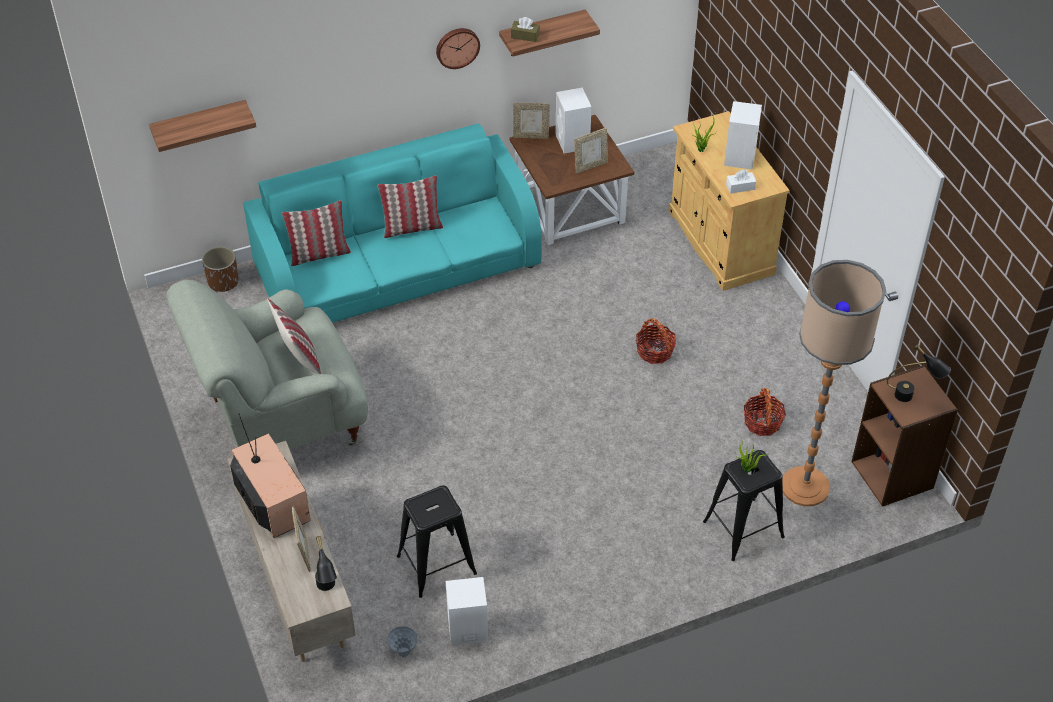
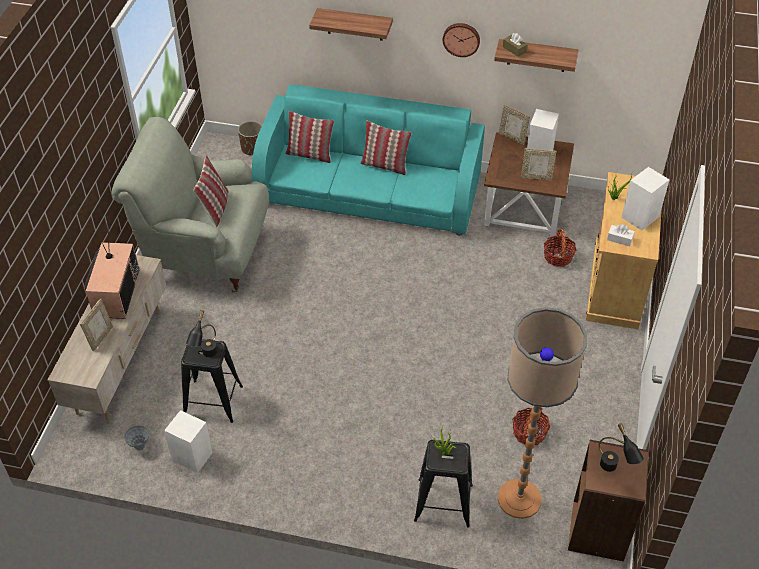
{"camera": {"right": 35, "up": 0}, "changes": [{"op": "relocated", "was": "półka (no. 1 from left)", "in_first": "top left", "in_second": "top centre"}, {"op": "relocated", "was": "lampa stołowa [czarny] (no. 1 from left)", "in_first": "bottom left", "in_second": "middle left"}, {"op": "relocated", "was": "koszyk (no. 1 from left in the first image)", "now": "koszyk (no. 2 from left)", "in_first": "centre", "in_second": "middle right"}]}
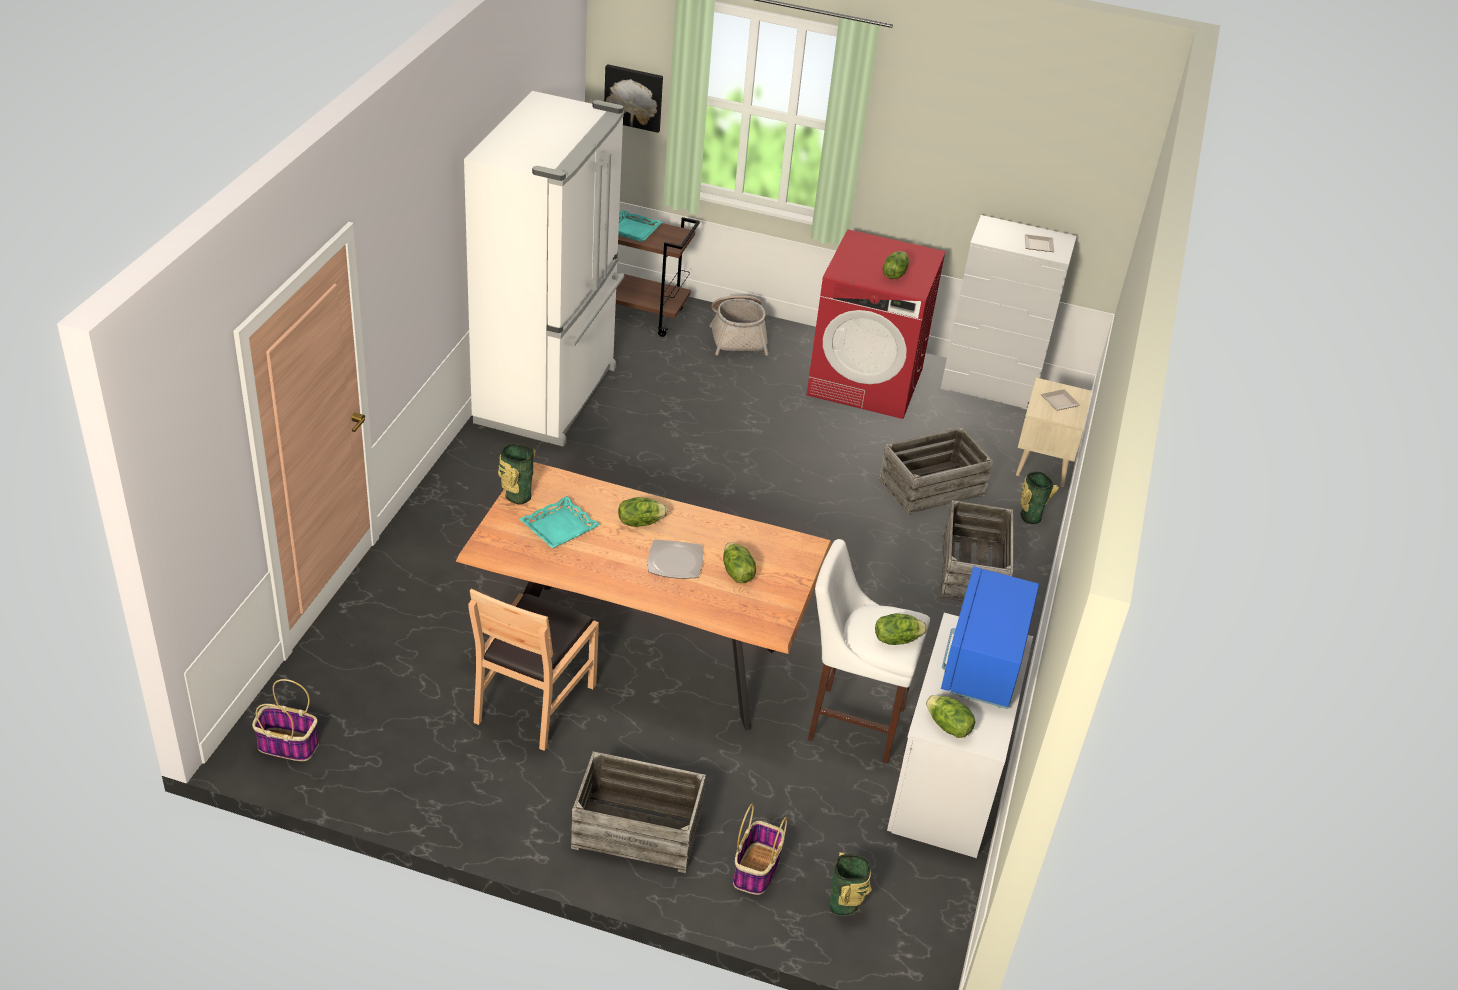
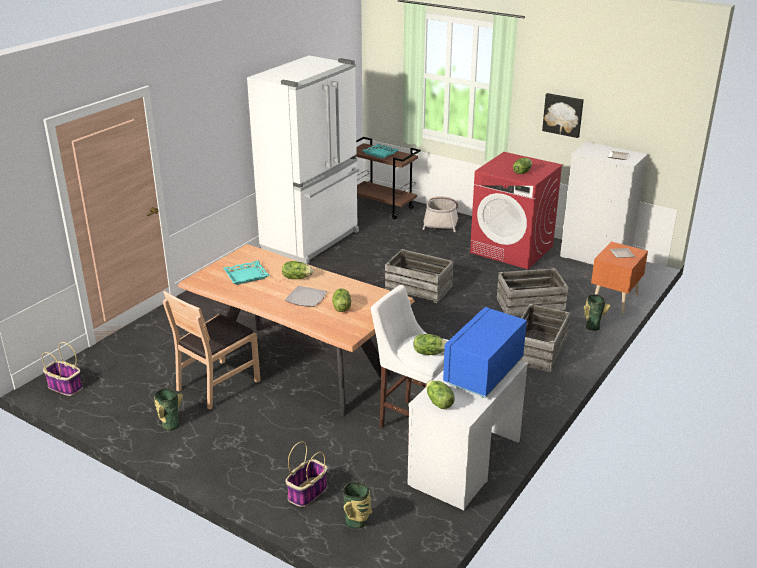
{"camera": {"right": 20, "up": -10}, "changes": [{"op": "relocated", "was": "wazon (no. 1 from left)", "in_first": "centre", "in_second": "bottom left"}, {"op": "relocated", "was": "skrzynka (no. 1 from left)", "in_first": "bottom centre", "in_second": "centre"}, {"op": "relocated", "was": "obraz", "in_first": "top centre", "in_second": "top right"}, {"op": "colour", "was": "szafka nocna [beżowy]", "now": "szafka nocna [pomarańczowy]", "in_first": "middle right", "in_second": "middle right"}]}
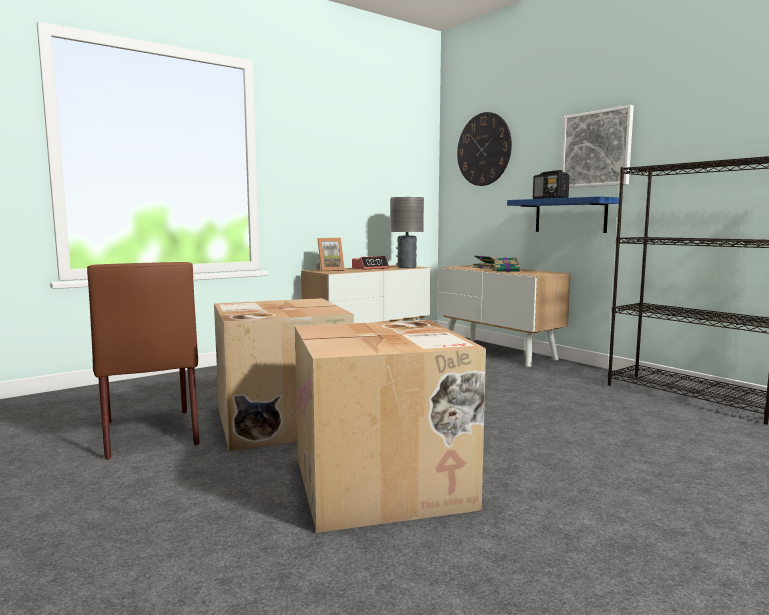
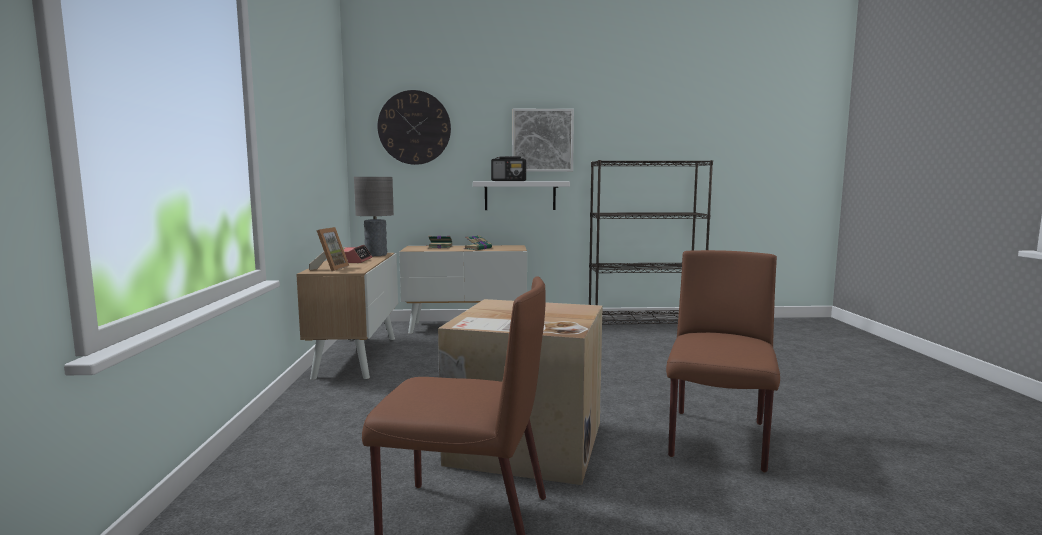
{"camera": {"right": -55, "up": 0}, "changes": [{"op": "exchanged", "was": "karton (no. 2 from left)", "now": "krzesło [brązowy] (no. 2 from left)", "in_first": "bottom centre", "in_second": "bottom right"}, {"op": "colour", "was": "półka [niebieski]", "now": "półka [biały]", "in_first": "middle right", "in_second": "centre"}]}
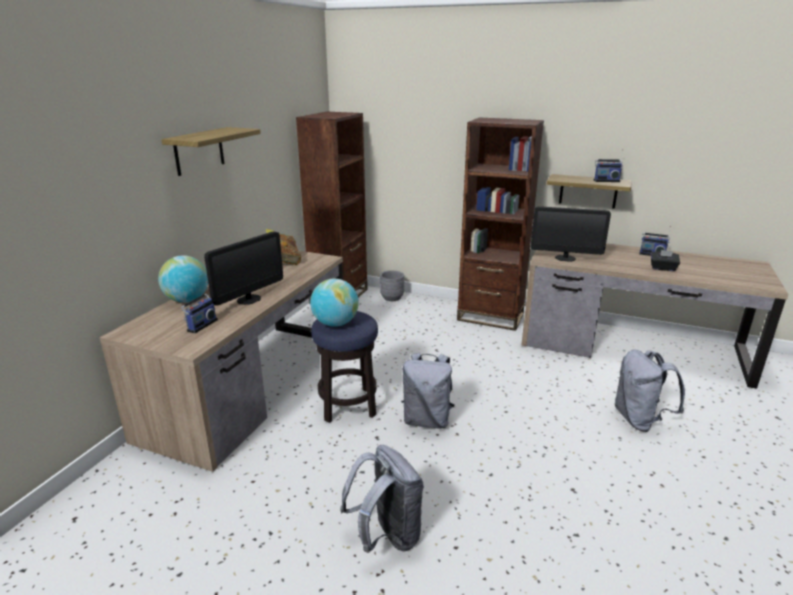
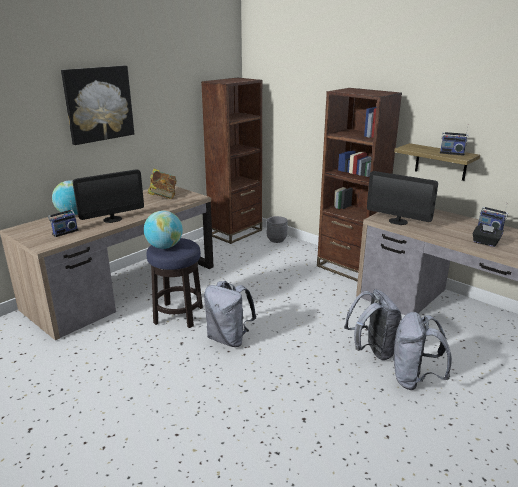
{"camera": {"right": 20, "up": 0}, "changes": [{"op": "relocated", "was": "plecak [szary] (no. 1 from left in the first image)", "now": "plecak [szary] (no. 2 from left)", "in_first": "bottom centre", "in_second": "middle right"}, {"op": "exchanged", "was": "półka (no. 1 from left)", "now": "obraz", "in_first": "top left", "in_second": "top left"}]}
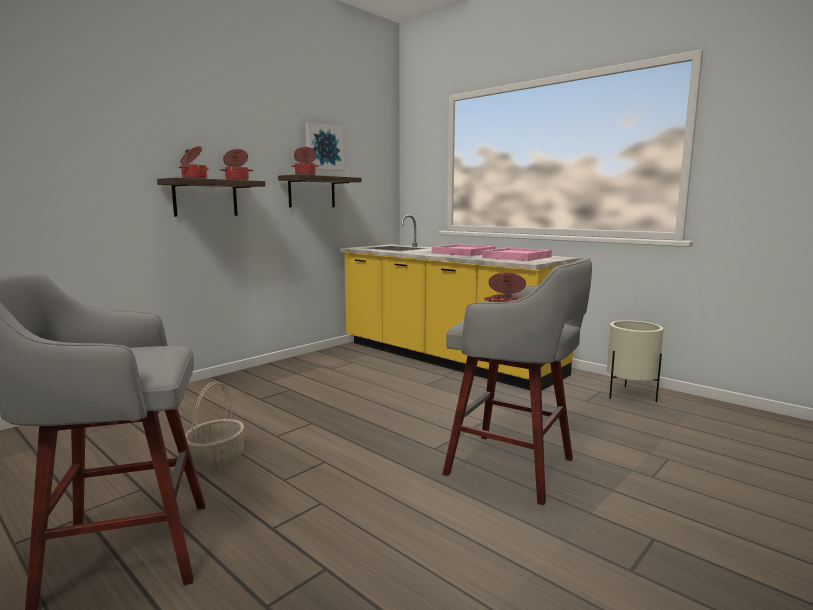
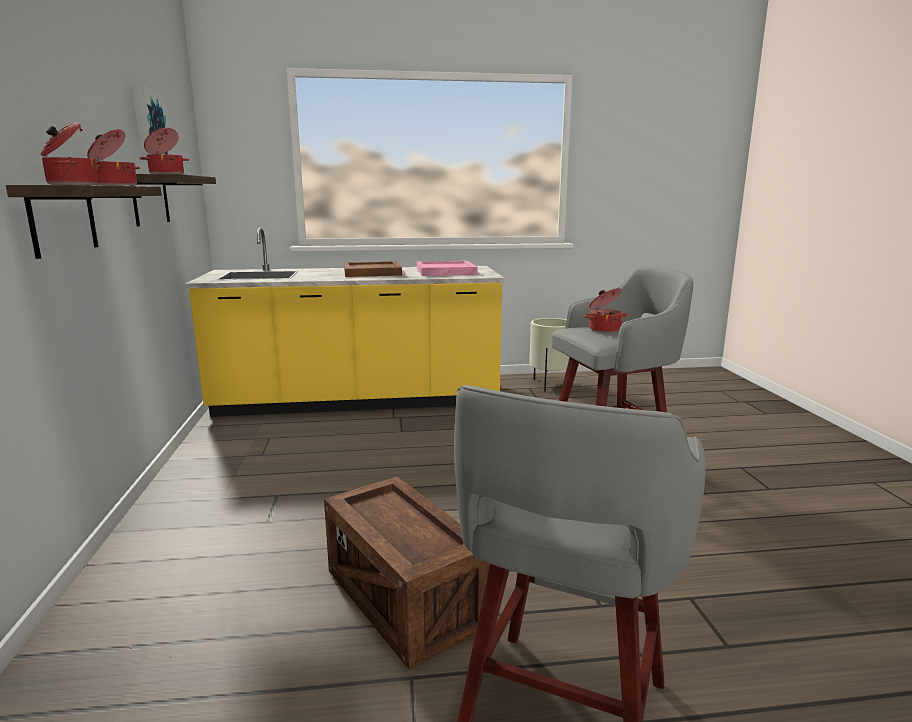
{"camera": {"right": -50, "up": 5}, "changes": [{"op": "exchanged", "was": "koszyk", "now": "skrzynka", "in_first": "bottom left", "in_second": "bottom centre"}, {"op": "colour", "was": "taca [różowy] (no. 1 from left)", "now": "taca [brązowy]", "in_first": "centre", "in_second": "centre"}]}
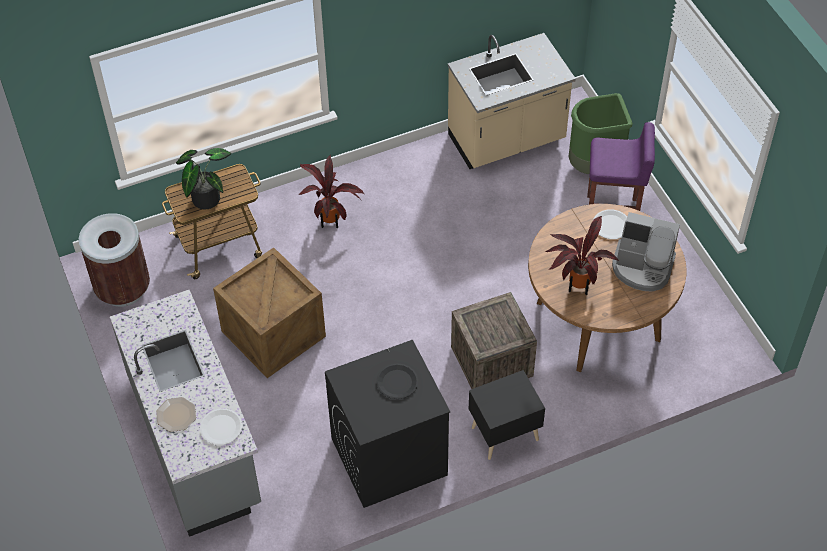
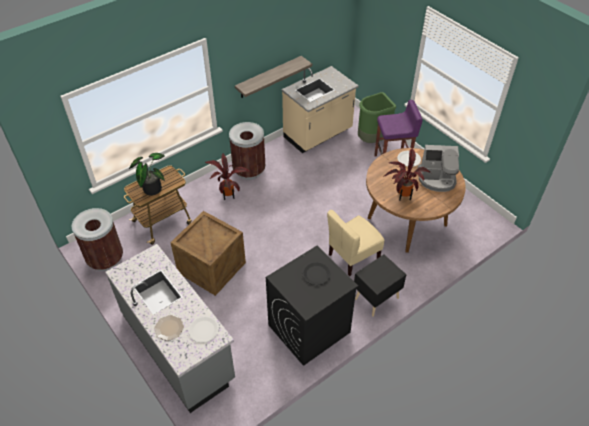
{"camera": {"right": -15, "up": -5}, "changes": [{"op": "appeared", "now": "kosz na śmieci [brązowy] (no. 2 from left)", "in_second": "centre"}, {"op": "appeared", "now": "półka", "in_second": "top centre"}, {"op": "exchanged", "was": "skrzynka (no. 2 from left)", "now": "krzesło [beżowy]", "in_first": "centre", "in_second": "centre"}]}
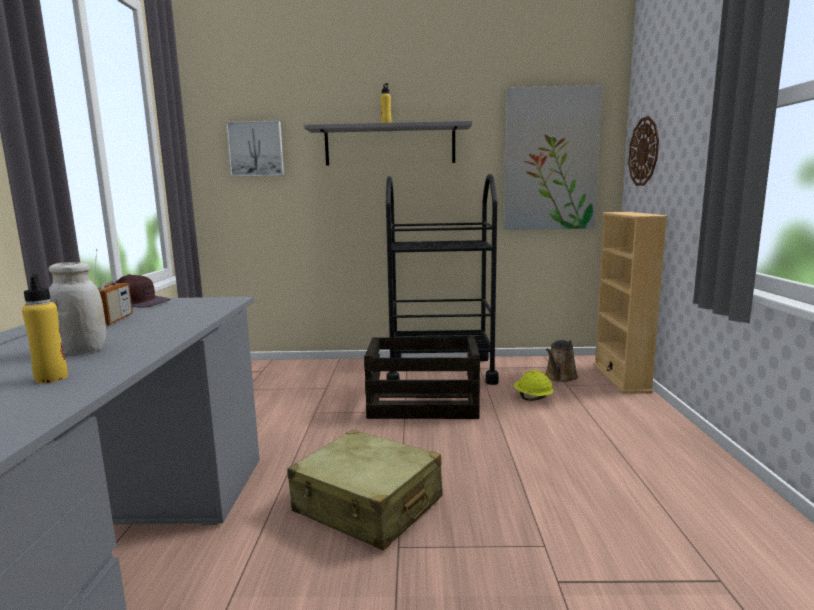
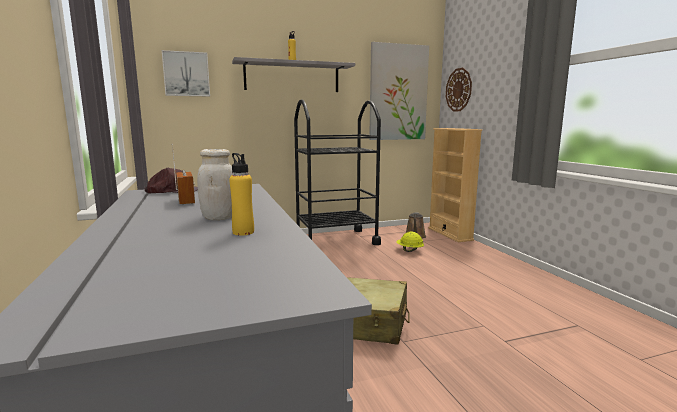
{"camera": {"right": -20, "up": 0}, "changes": [{"op": "missing", "was": "skrzynka", "in_first": "centre"}]}
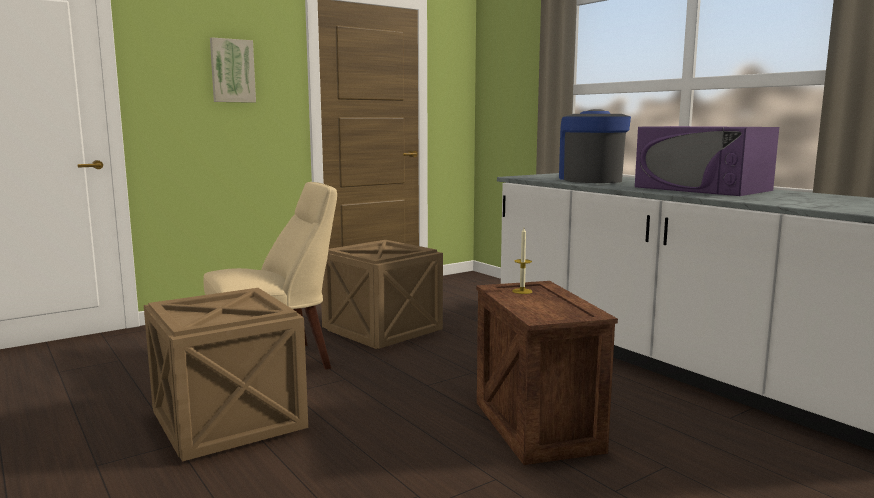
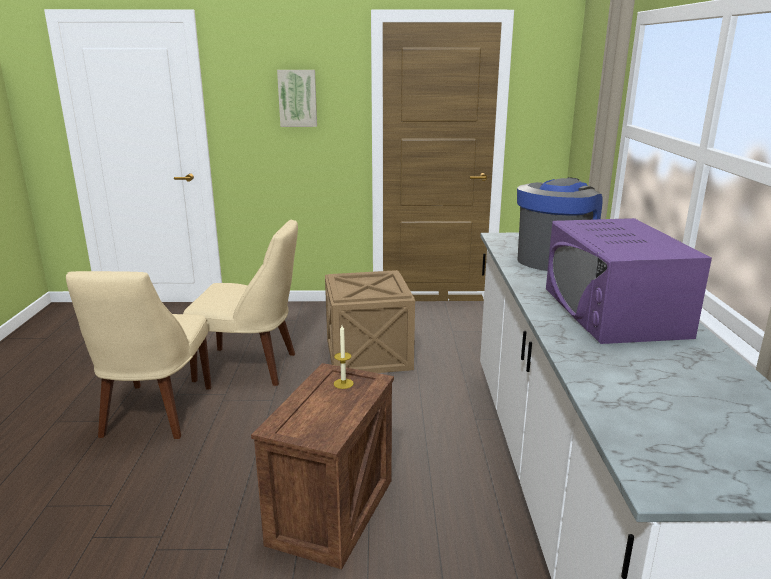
{"camera": {"right": 35, "up": 10}, "changes": [{"op": "exchanged", "was": "skrzynka (no. 1 from left)", "now": "krzesło [beżowy] (no. 1 from left)", "in_first": "bottom left", "in_second": "middle left"}]}
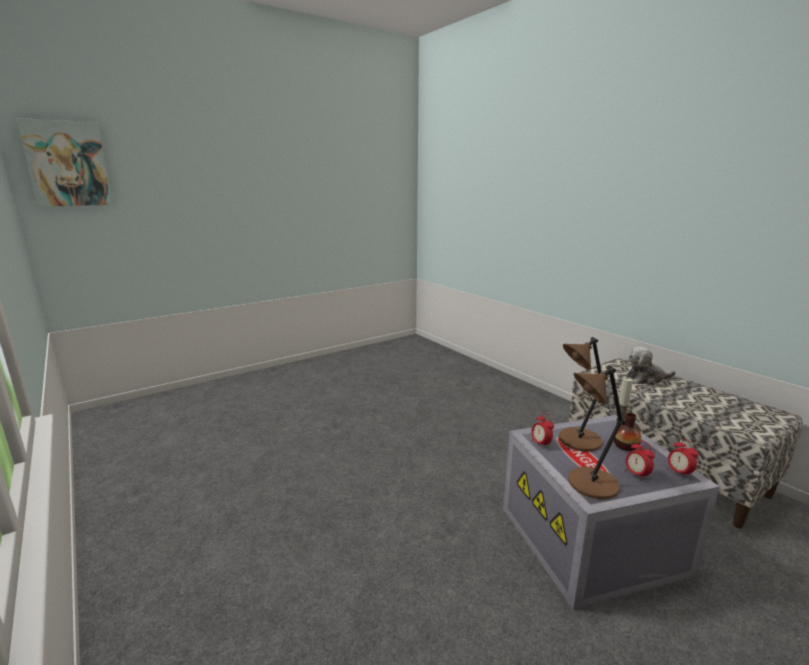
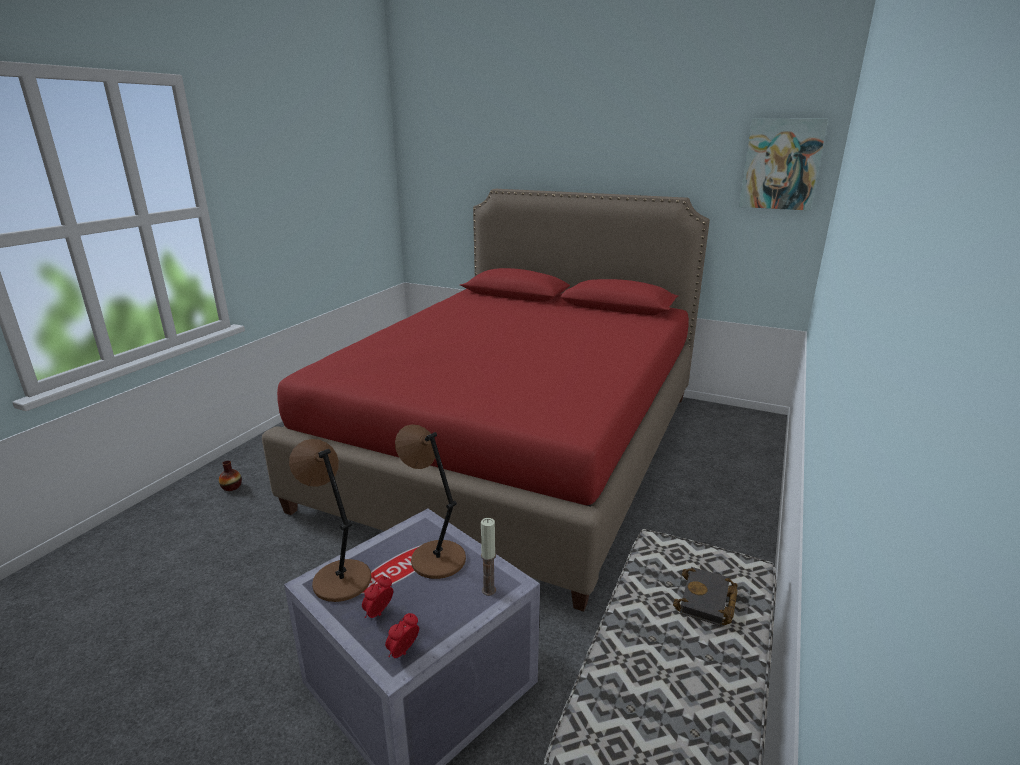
{"camera": {"right": 60, "up": 5}, "changes": [{"op": "missing", "was": "budzik (no. 1 from left)", "in_first": "middle right"}, {"op": "appeared", "now": "łóżko [czerwony]", "in_second": "centre"}, {"op": "relocated", "was": "obraz", "in_first": "top left", "in_second": "top right"}, {"op": "relocated", "was": "wazon", "in_first": "middle right", "in_second": "middle left"}, {"op": "exchanged", "was": "pluszak", "now": "książka [czarny]", "in_first": "middle right", "in_second": "bottom right"}]}
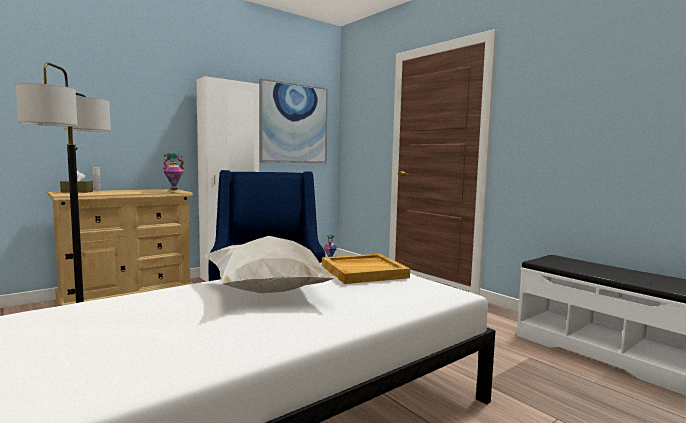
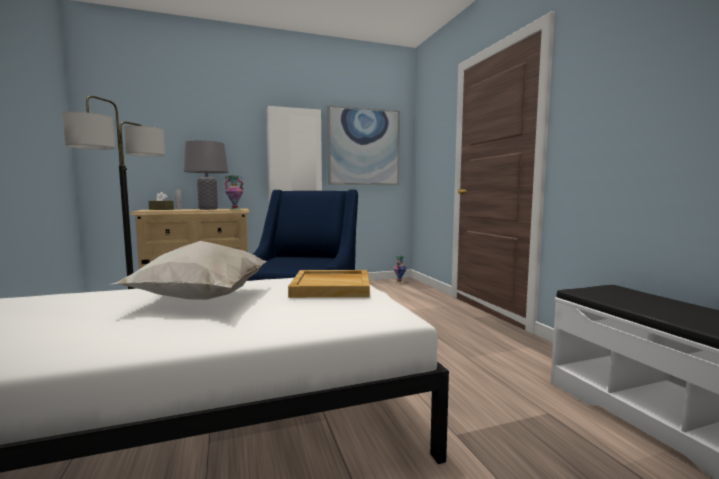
{"camera": {"right": 20, "up": 0}, "changes": [{"op": "appeared", "now": "lampa stołowa [szary]", "in_second": "middle left"}]}
